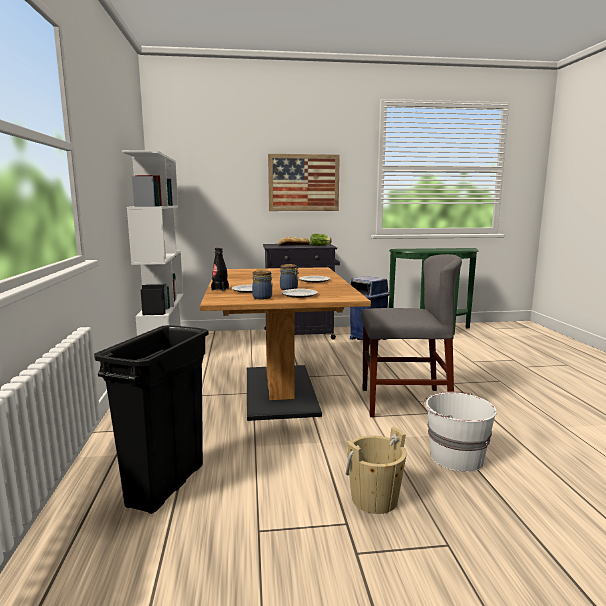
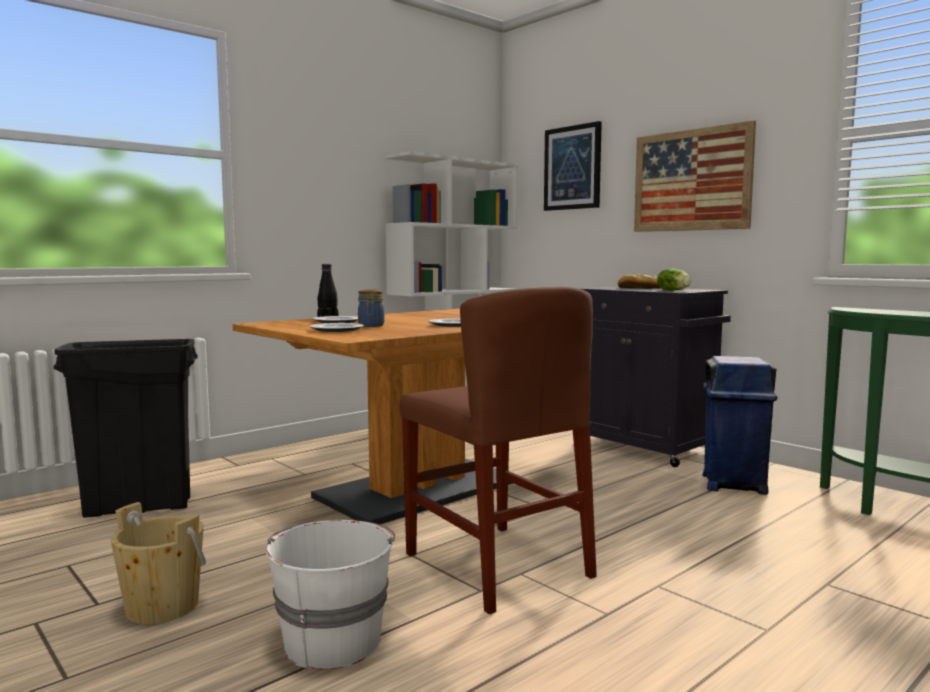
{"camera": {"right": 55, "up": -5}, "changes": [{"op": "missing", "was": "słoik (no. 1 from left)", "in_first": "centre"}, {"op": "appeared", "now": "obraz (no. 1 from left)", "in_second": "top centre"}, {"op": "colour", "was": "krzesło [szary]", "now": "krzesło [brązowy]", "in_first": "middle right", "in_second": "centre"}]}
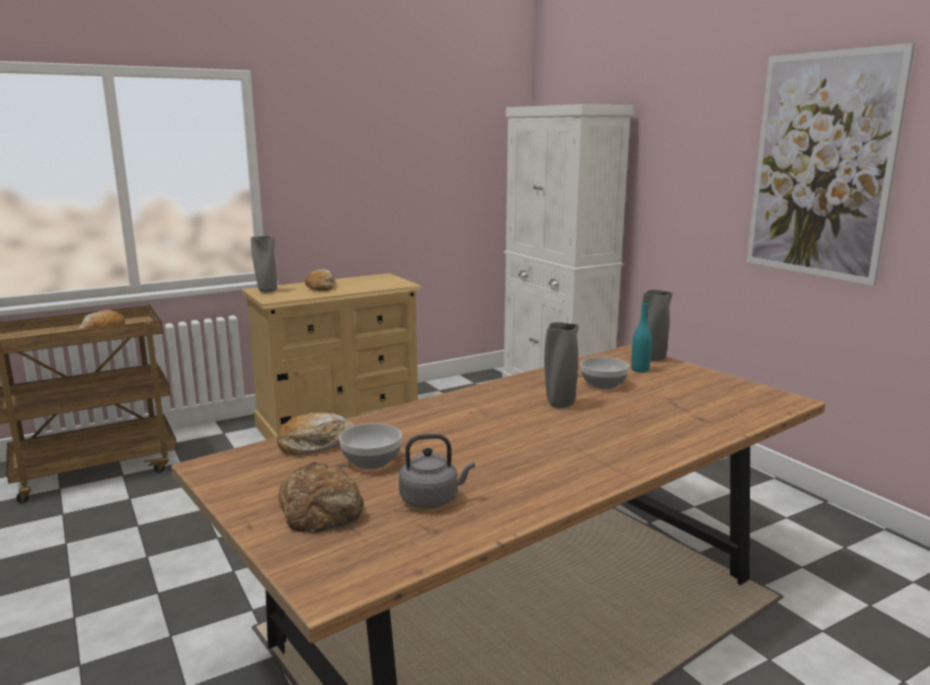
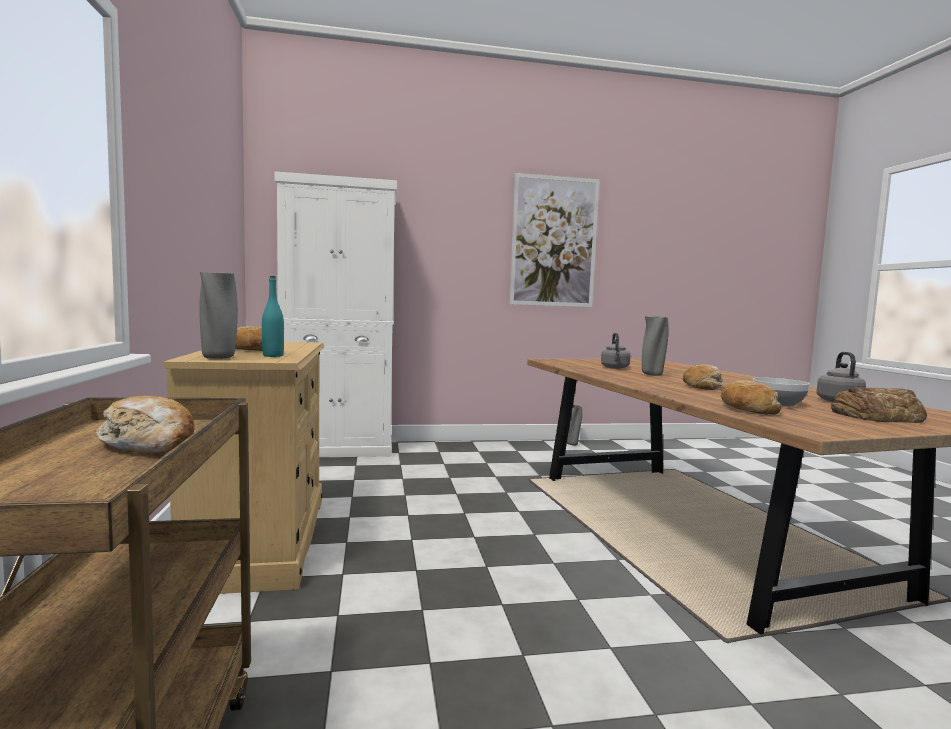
{"camera": {"right": -70, "up": -10}, "changes": [{"op": "appeared", "now": "chleb (no. 3 from left)", "in_second": "middle right"}, {"op": "relocated", "was": "butelka [turkusowy]", "in_first": "middle right", "in_second": "middle left"}, {"op": "relocated", "was": "wazon [szary] (no. 3 from left in the first image)", "now": "wazon [szary] (no. 2 from left)", "in_first": "middle right", "in_second": "centre"}, {"op": "exchanged", "was": "miska (no. 2 from left)", "now": "czajnik [szary] (no. 1 from left)", "in_first": "centre", "in_second": "centre"}]}
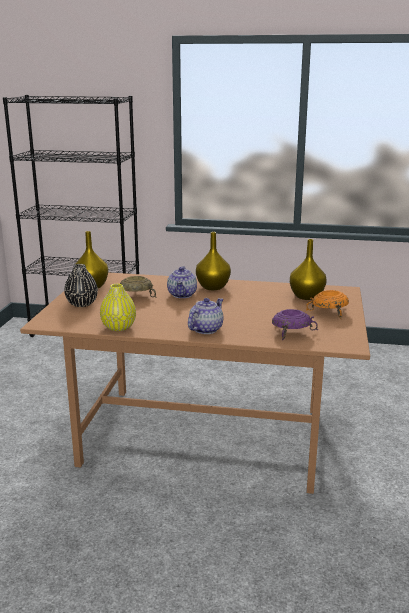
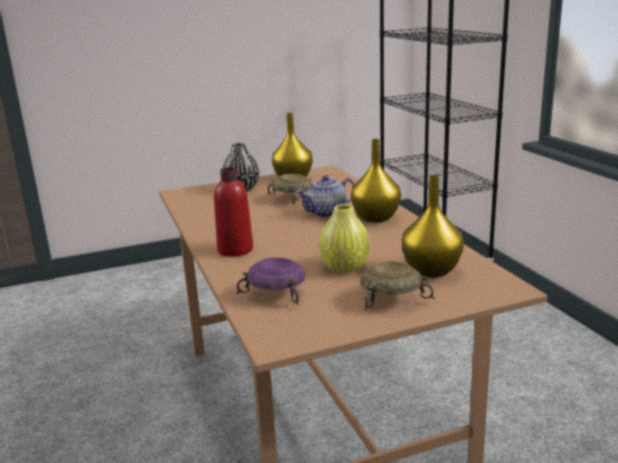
{"camera": {"right": 60, "up": 0}, "changes": [{"op": "relocated", "was": "wazon [żółty] (no. 2 from left)", "in_first": "middle left", "in_second": "centre"}, {"op": "exchanged", "was": "imbryk (no. 2 from left)", "now": "butelka [czerwony]", "in_first": "centre", "in_second": "centre"}, {"op": "colour", "was": "miska [pomarańczowy]", "now": "miska [beżowy] (no. 2 from left)", "in_first": "middle right", "in_second": "centre"}]}
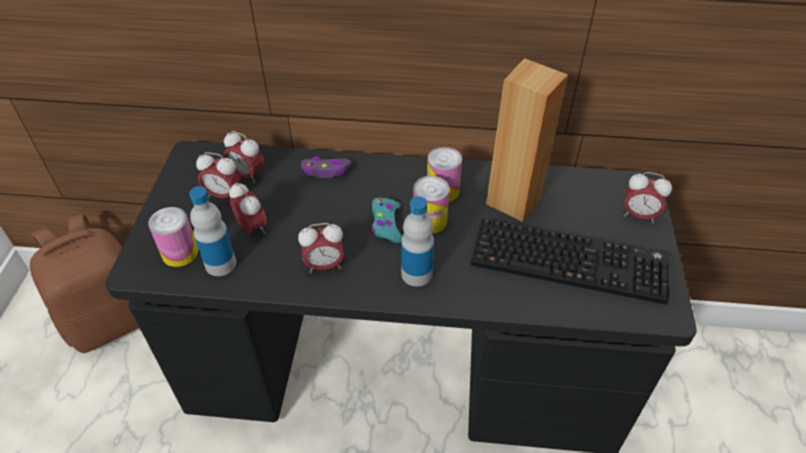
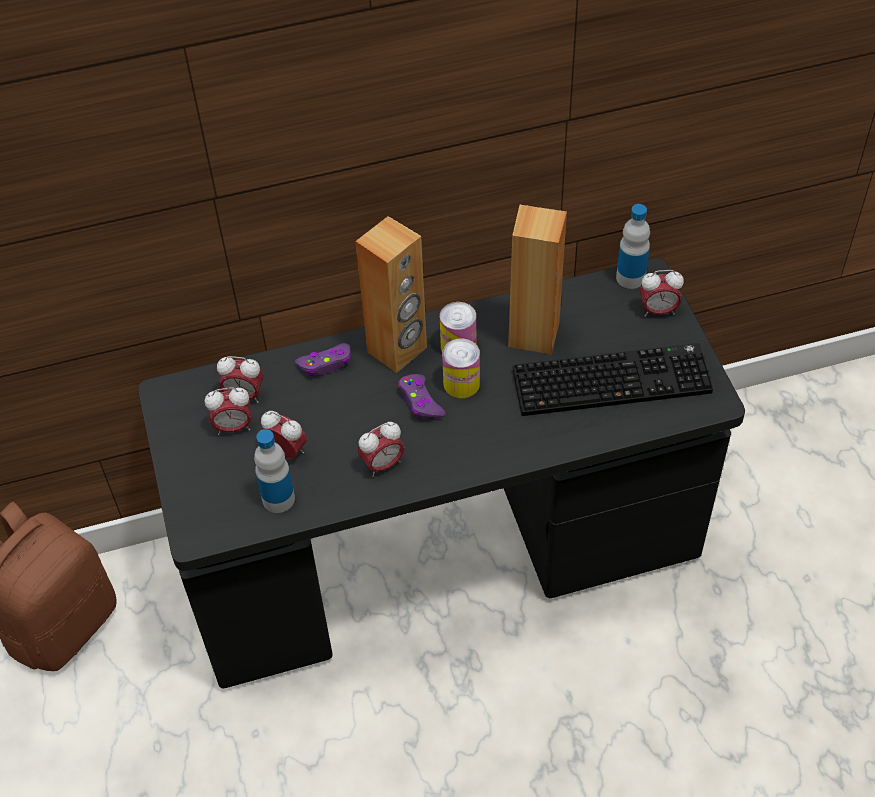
{"camera": {"right": -20, "up": 5}, "changes": [{"op": "missing", "was": "puszka (no. 1 from left)", "in_first": "middle left"}, {"op": "appeared", "now": "głośnik [brązowy] (no. 1 from left)", "in_second": "centre"}, {"op": "relocated", "was": "butelka (no. 2 from left)", "in_first": "centre", "in_second": "top right"}, {"op": "colour", "was": "pad do gier [turkusowy]", "now": "pad do gier [fioletowy] (no. 2 from left)", "in_first": "centre", "in_second": "centre"}]}
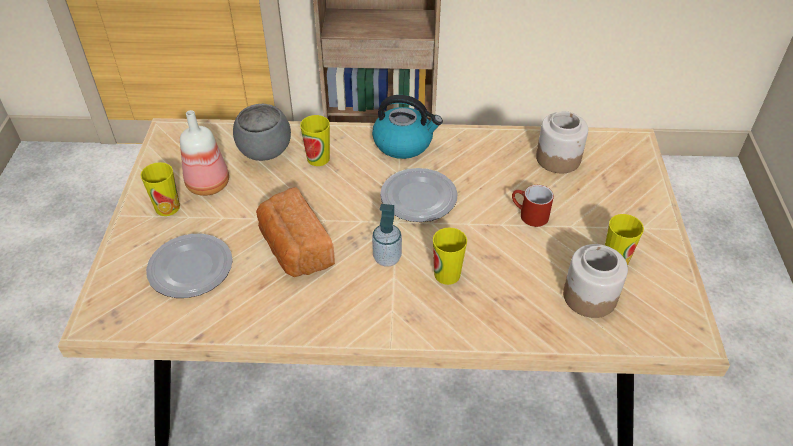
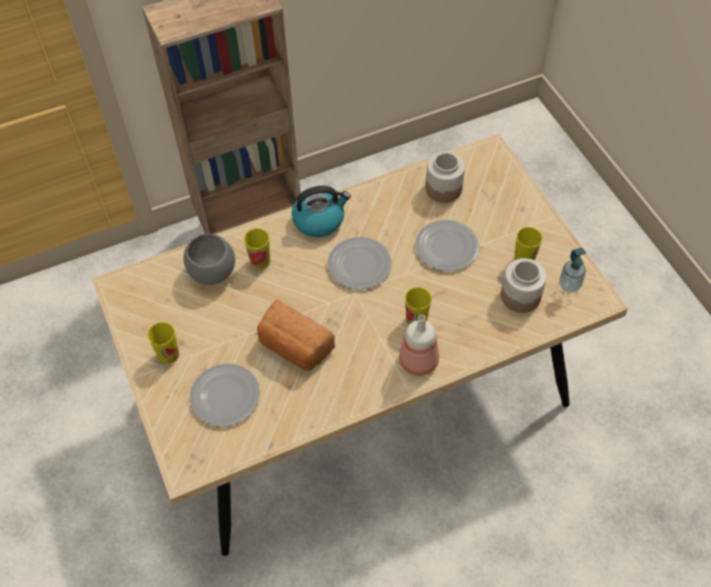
{"camera": {"right": -25, "up": 10}, "changes": [{"op": "relocated", "was": "butelka", "in_first": "middle left", "in_second": "centre"}, {"op": "relocated", "was": "dozownik mydła", "in_first": "centre", "in_second": "middle right"}, {"op": "exchanged", "was": "kubek [czerwony]", "now": "talerz (no. 3 from left)", "in_first": "middle right", "in_second": "centre"}]}
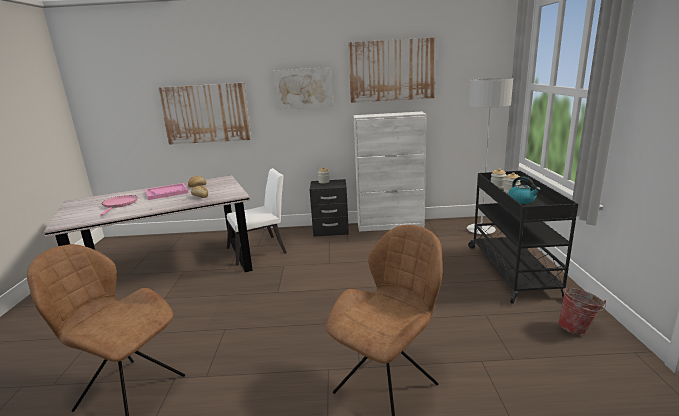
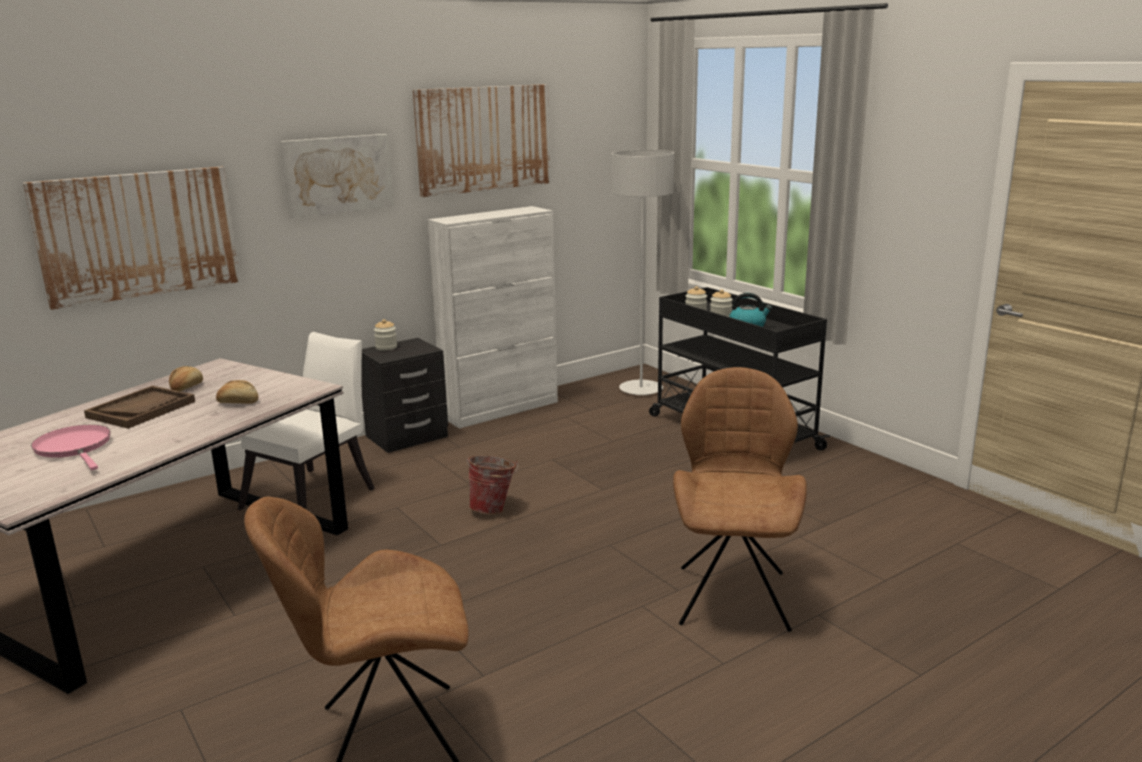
{"camera": {"right": -35, "up": 0}, "changes": [{"op": "relocated", "was": "wiadro", "in_first": "bottom right", "in_second": "centre"}, {"op": "colour", "was": "taca [różowy]", "now": "taca [brązowy]", "in_first": "middle left", "in_second": "middle left"}]}
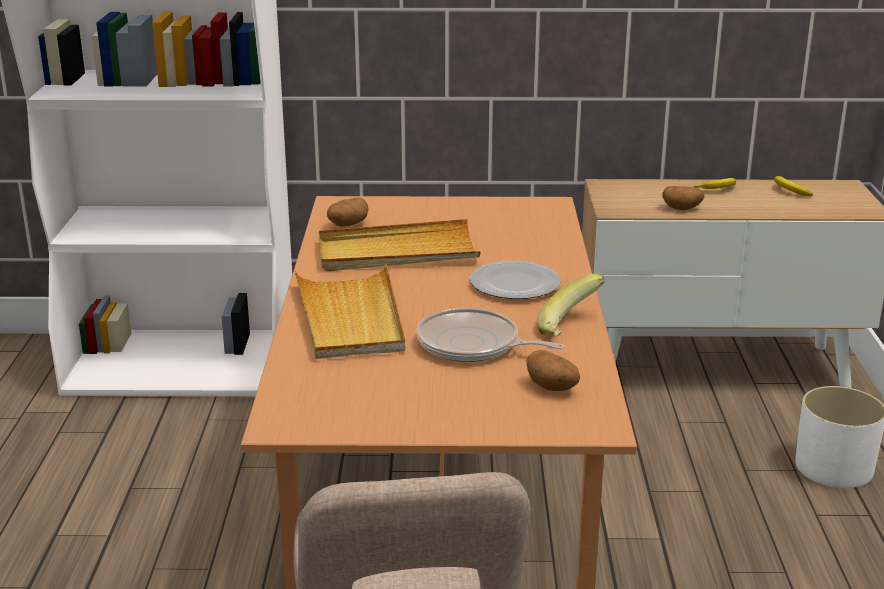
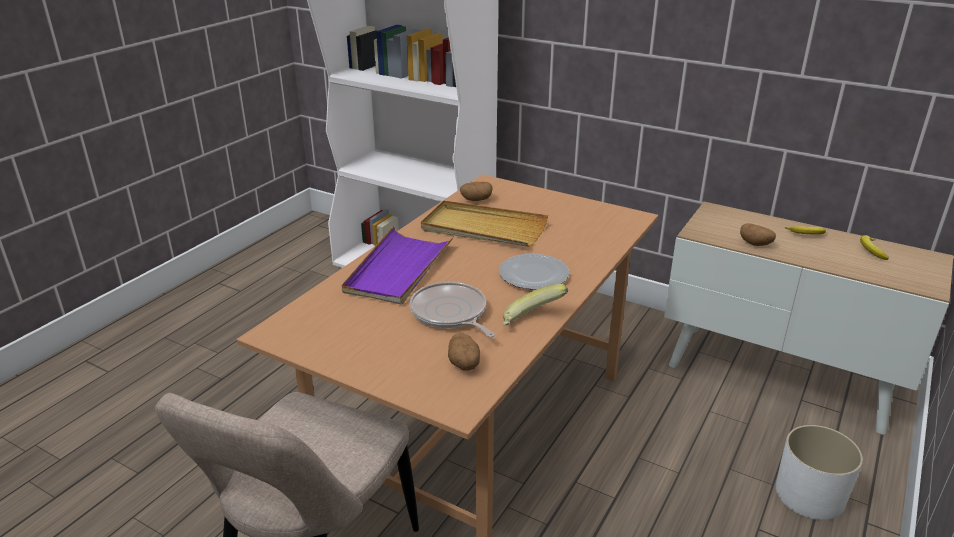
{"camera": {"right": 30, "up": 5}, "changes": [{"op": "colour", "was": "taca [beżowy] (no. 1 from left)", "now": "taca [fioletowy]", "in_first": "centre", "in_second": "centre"}]}
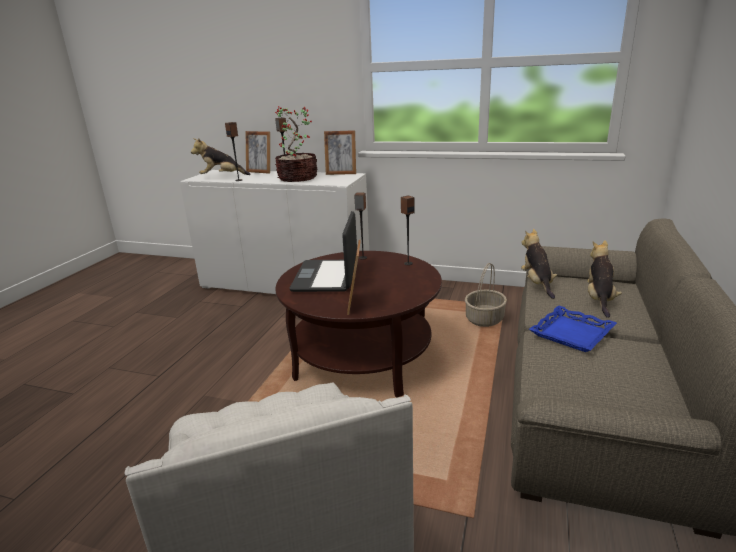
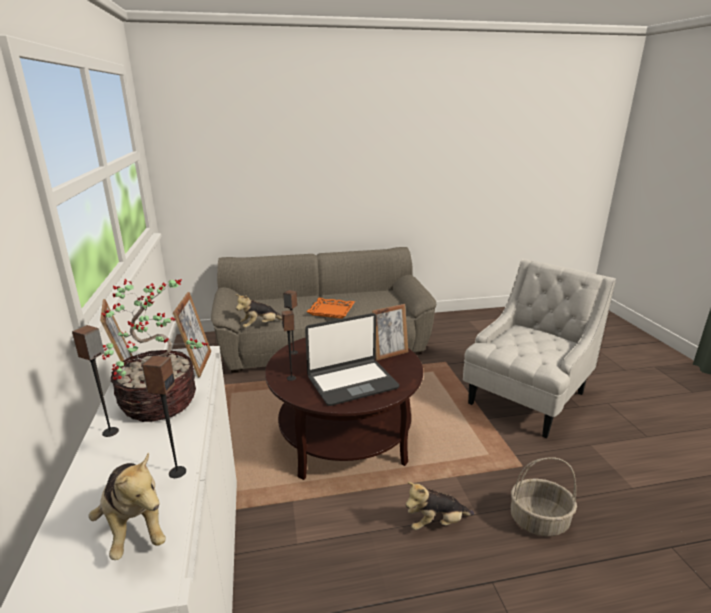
{"camera": {"right": -120, "up": 0}, "changes": [{"op": "relocated", "was": "ramka na zdjęcie (no. 1 from left in the first image)", "now": "ramka na zdjęcie (no. 2 from left)", "in_first": "top centre", "in_second": "middle left"}, {"op": "relocated", "was": "koszyk", "in_first": "centre", "in_second": "bottom right"}, {"op": "relocated", "was": "pluszak (no. 3 from left)", "in_first": "middle right", "in_second": "bottom centre"}, {"op": "colour", "was": "taca [niebieski]", "now": "taca [pomarańczowy]", "in_first": "middle right", "in_second": "centre"}]}
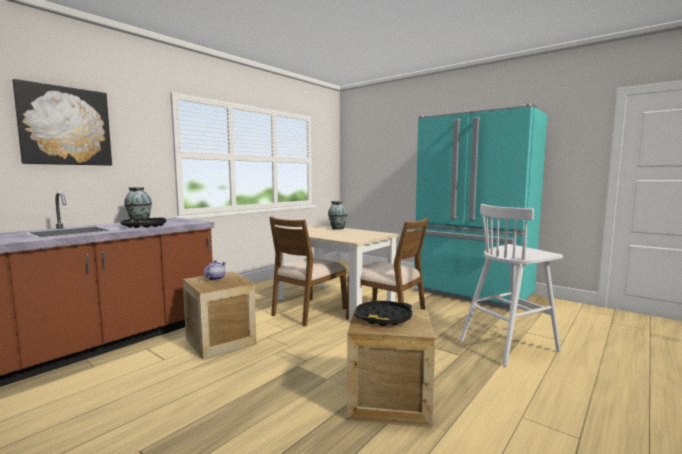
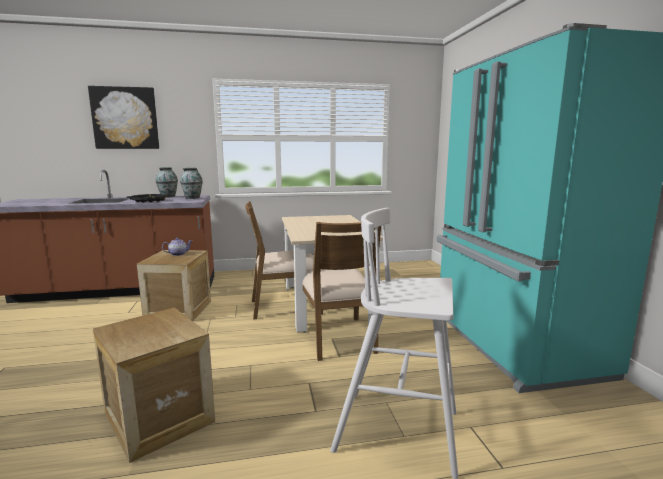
{"camera": {"right": 40, "up": 5}, "changes": [{"op": "missing", "was": "taca [czarny] (no. 2 from left)", "in_first": "bottom centre"}, {"op": "relocated", "was": "wazon (no. 2 from left)", "in_first": "centre", "in_second": "middle left"}]}
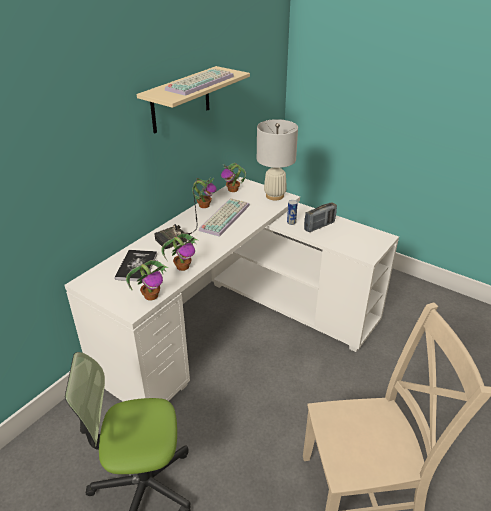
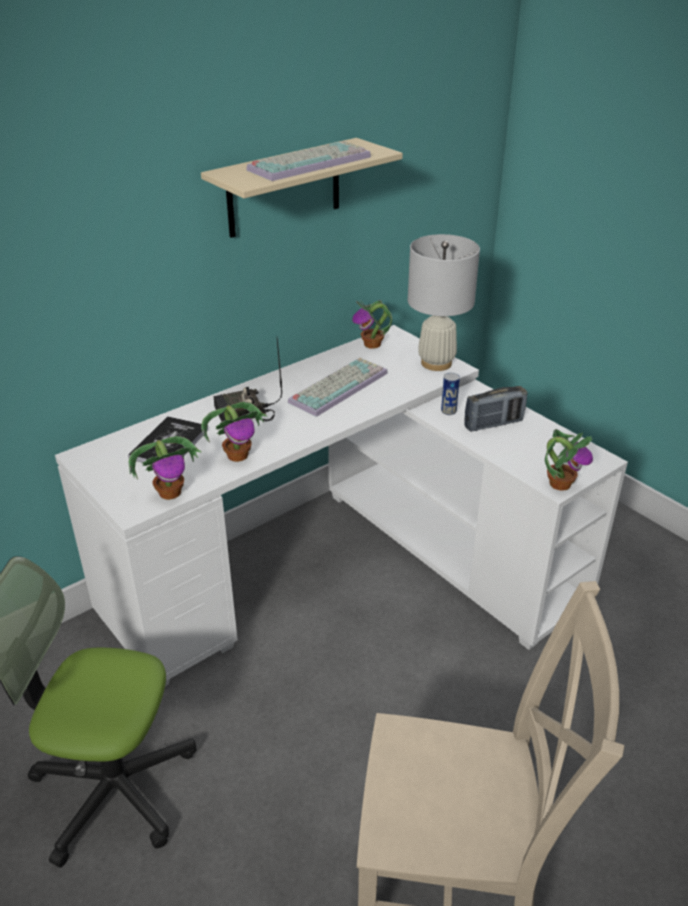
{"camera": {"right": 15, "up": 0}, "changes": [{"op": "relocated", "was": "roślina doniczkowa (no. 3 from left in the first image)", "now": "roślina doniczkowa (no. 4 from left)", "in_first": "centre", "in_second": "middle right"}]}
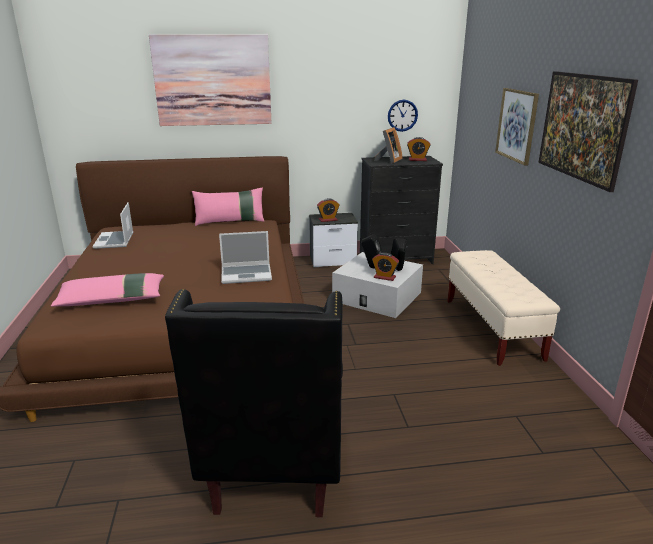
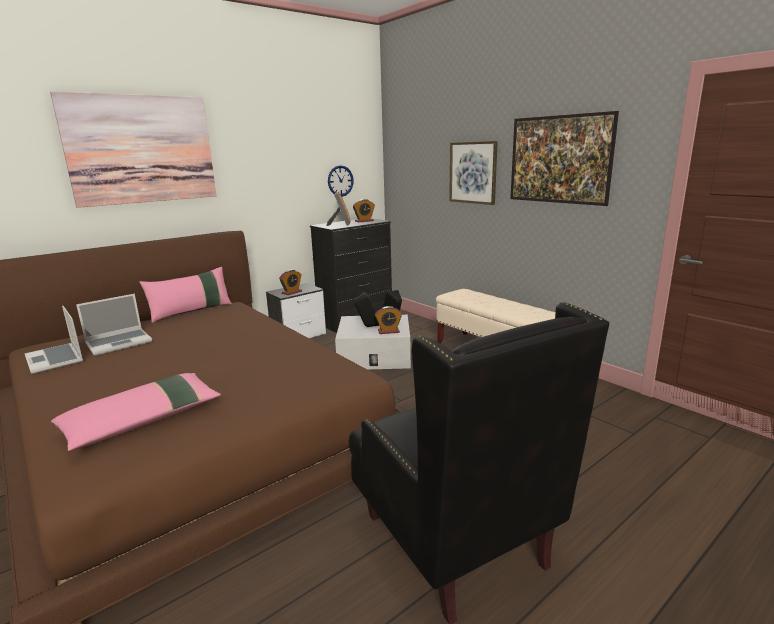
{"camera": {"right": -30, "up": -5}, "changes": [{"op": "relocated", "was": "laptop (no. 2 from left)", "in_first": "centre", "in_second": "middle left"}]}
